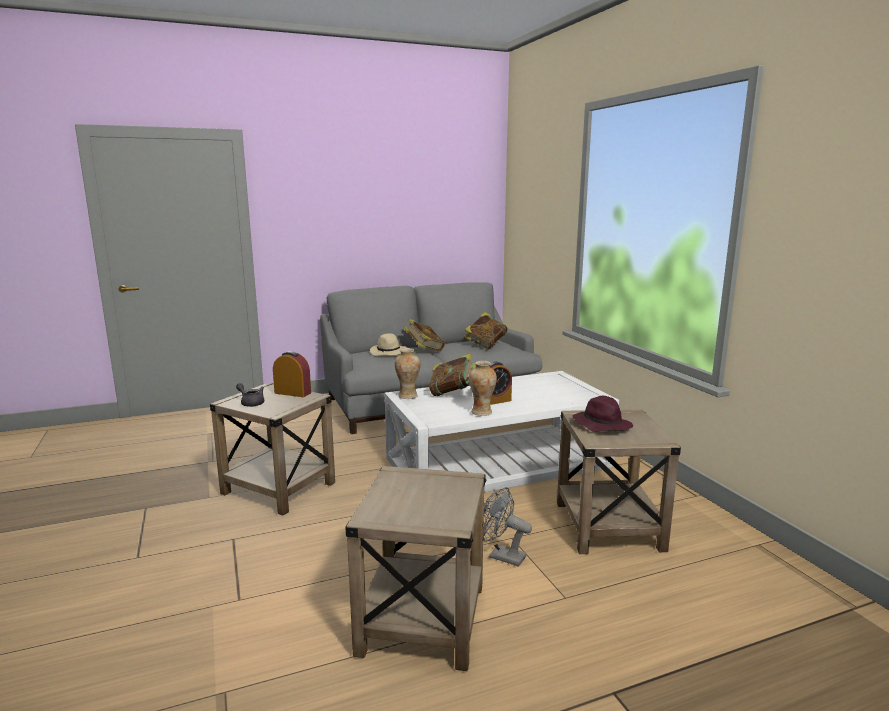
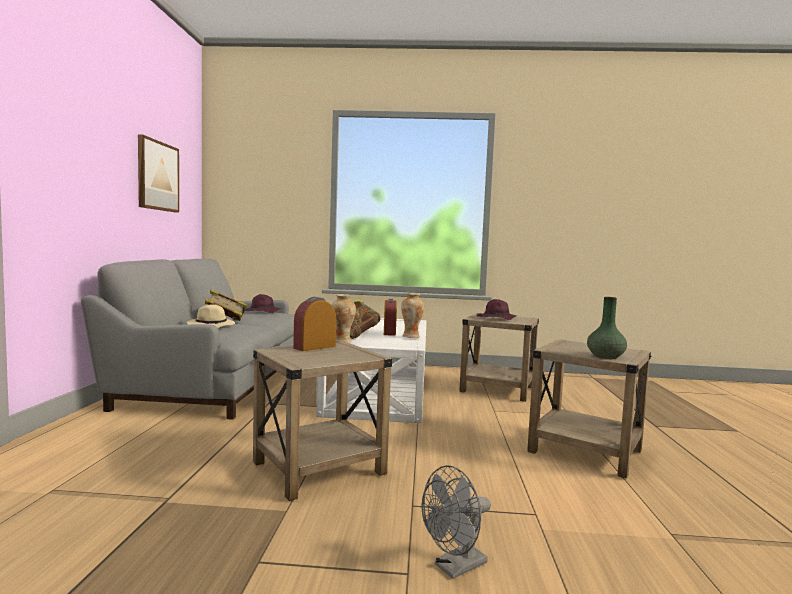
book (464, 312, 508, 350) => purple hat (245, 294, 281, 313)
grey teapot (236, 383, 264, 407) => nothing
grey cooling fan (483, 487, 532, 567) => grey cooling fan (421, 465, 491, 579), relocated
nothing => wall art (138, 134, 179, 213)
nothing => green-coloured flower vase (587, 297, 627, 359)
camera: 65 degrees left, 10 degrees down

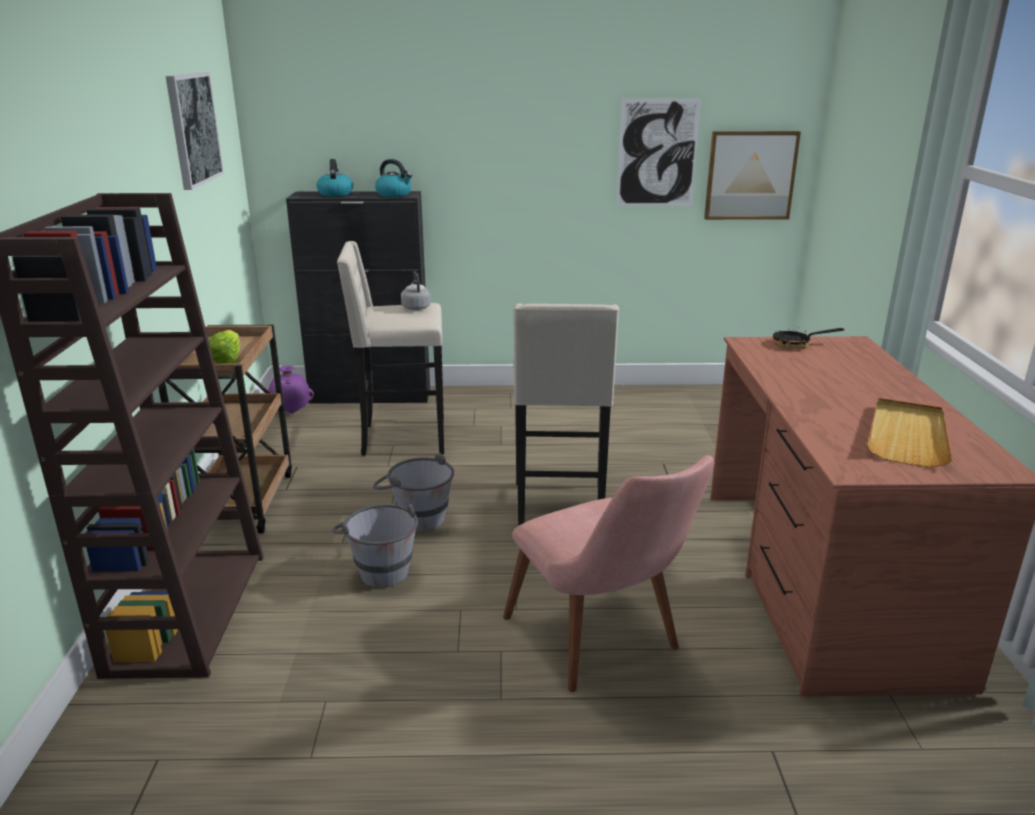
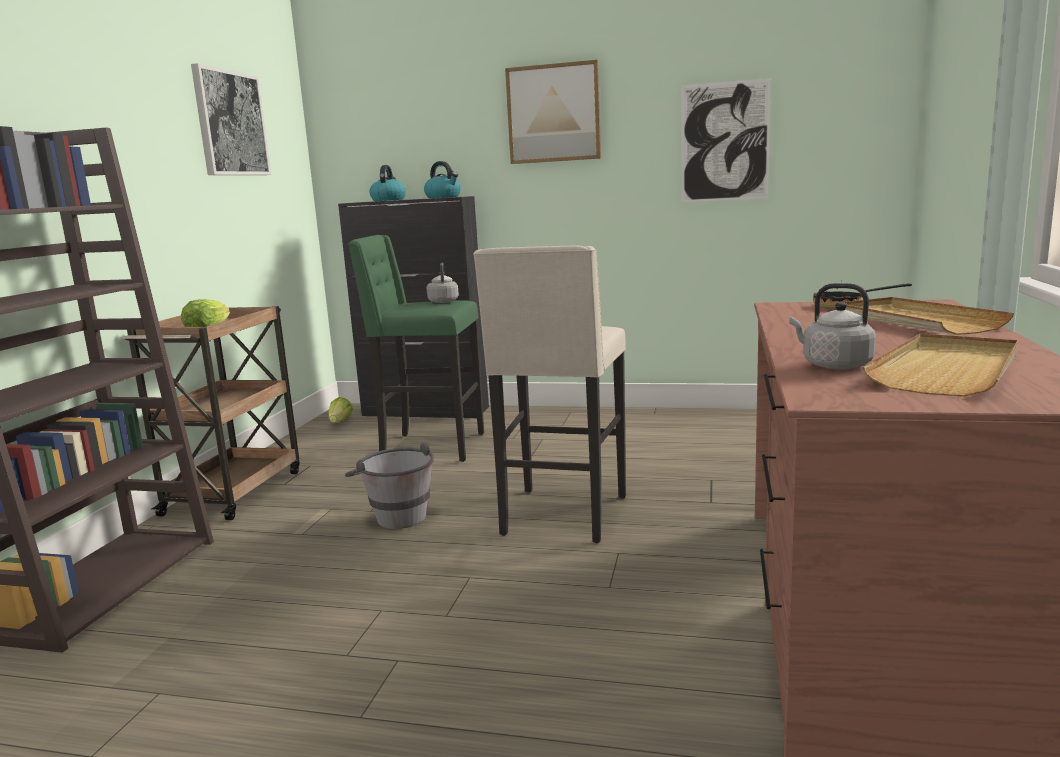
wall art (704, 131, 801, 220) => wall art (505, 60, 601, 164), relocated
beige-coloured sitting stool (337, 241, 444, 456) => green-coloured sitting stool (348, 235, 484, 462)
purple flower vase (268, 365, 314, 414) => head of lettuce (328, 397, 353, 423)
pink-coloured chair (503, 455, 714, 692) => nothing
grey bucket (332, 504, 418, 588) => nothing
nothing => grey water kettle (789, 283, 876, 370)
nothing => beige-coloured carrying tray (843, 297, 1014, 335)
camera: 15 degrees right, 10 degrees down

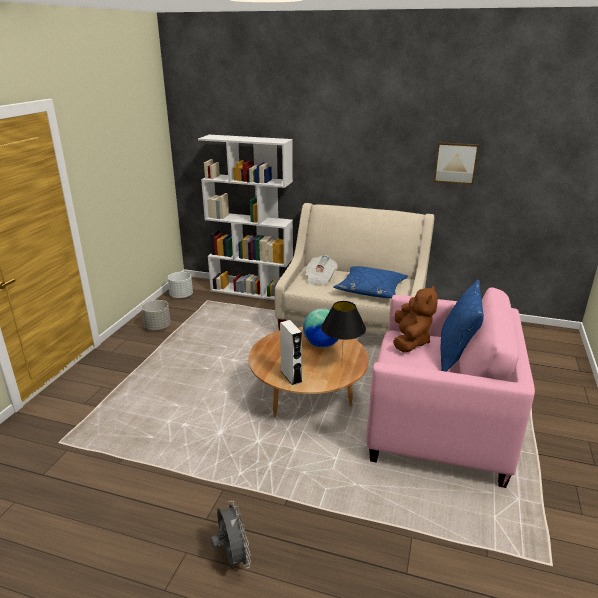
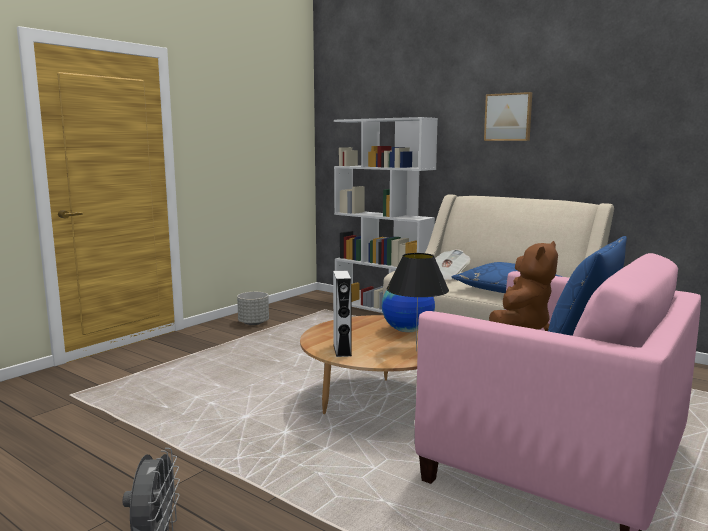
wall art (434, 142, 479, 185) => wall art (484, 92, 532, 141), relocated
whitish flower pot (168, 272, 193, 298) => nothing
camera: 20 degrees right, 15 degrees down

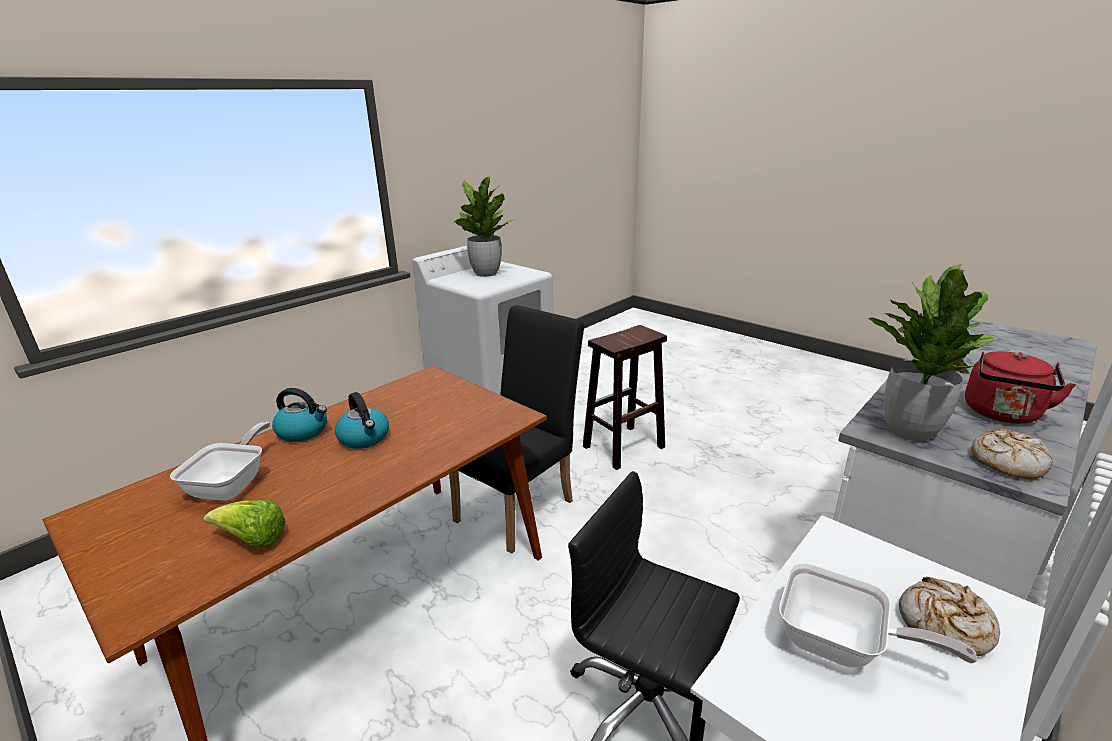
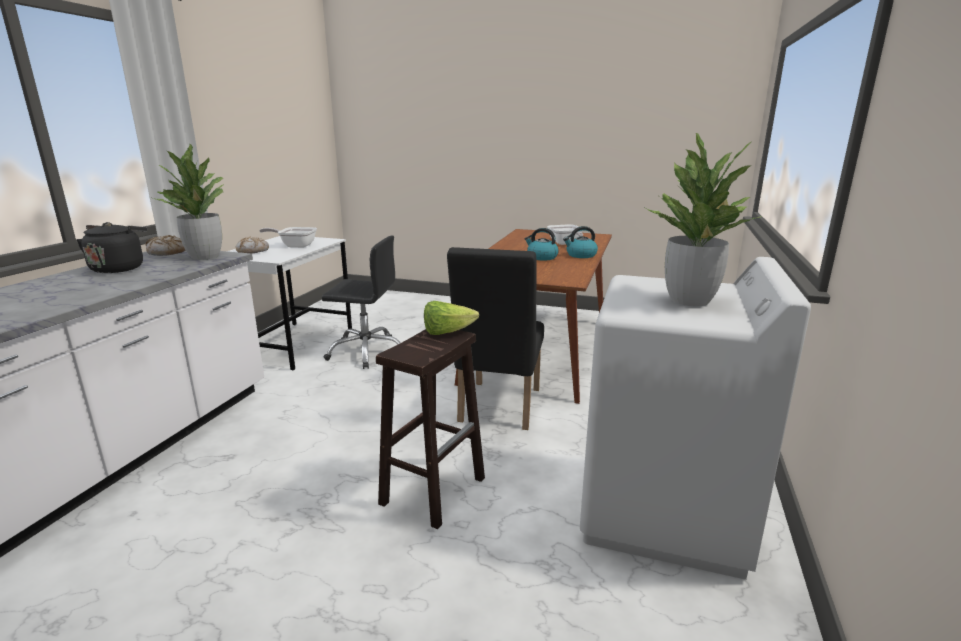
red water kettle (965, 351, 1076, 424) => black water kettle (76, 222, 147, 273)
head of lettuce (204, 500, 285, 548) => head of lettuce (424, 301, 479, 335), relocated
camera: 155 degrees right, 5 degrees down

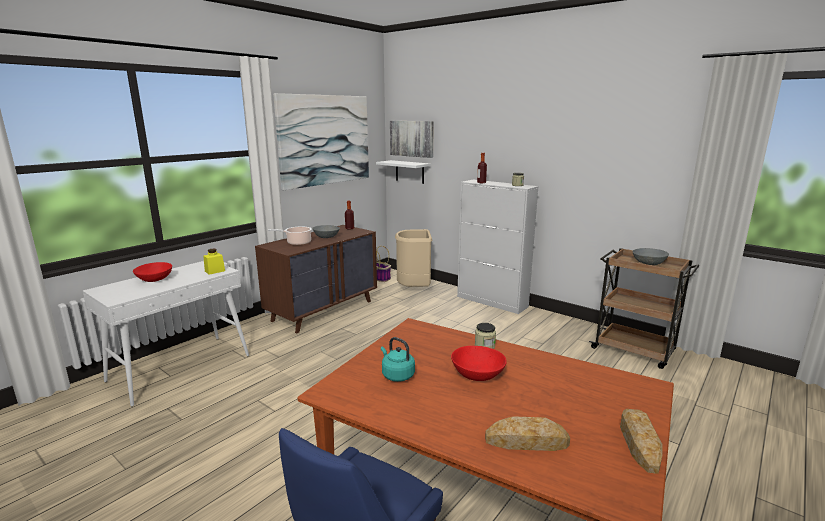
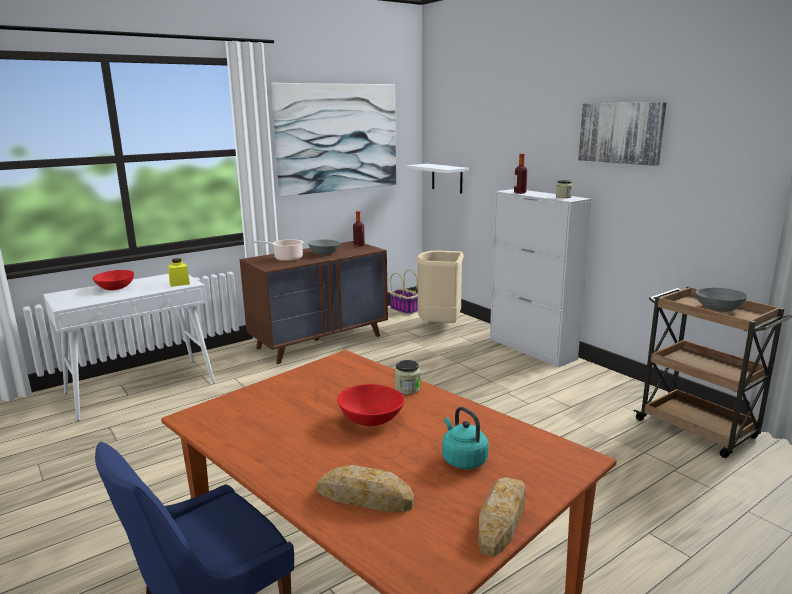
wall art (390, 121, 434, 158) => wall art (578, 102, 666, 166), relocated
blue-green water kettle (381, 337, 415, 382) => blue-green water kettle (442, 407, 489, 469), relocated
camera: 15 degrees right, 0 degrees up

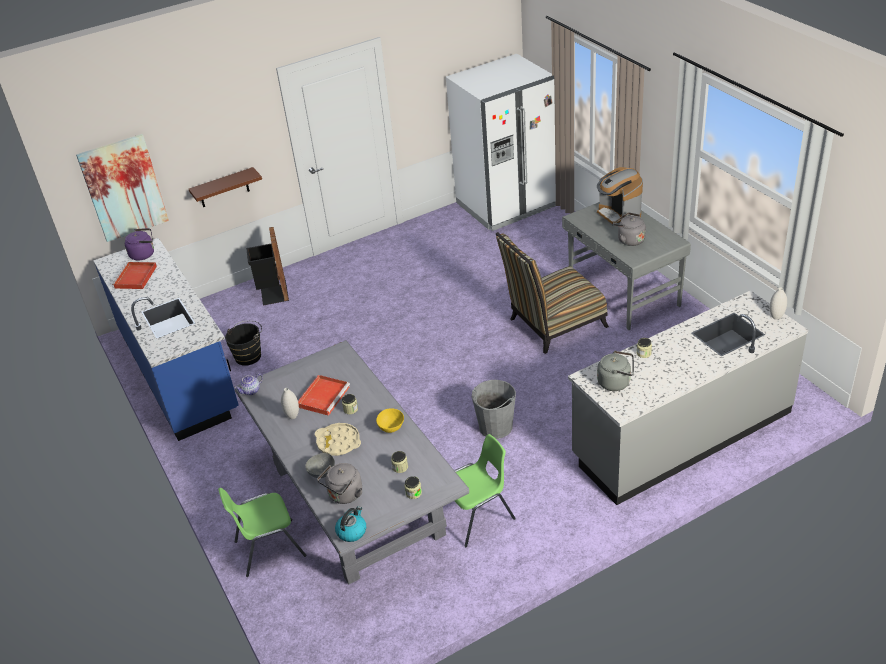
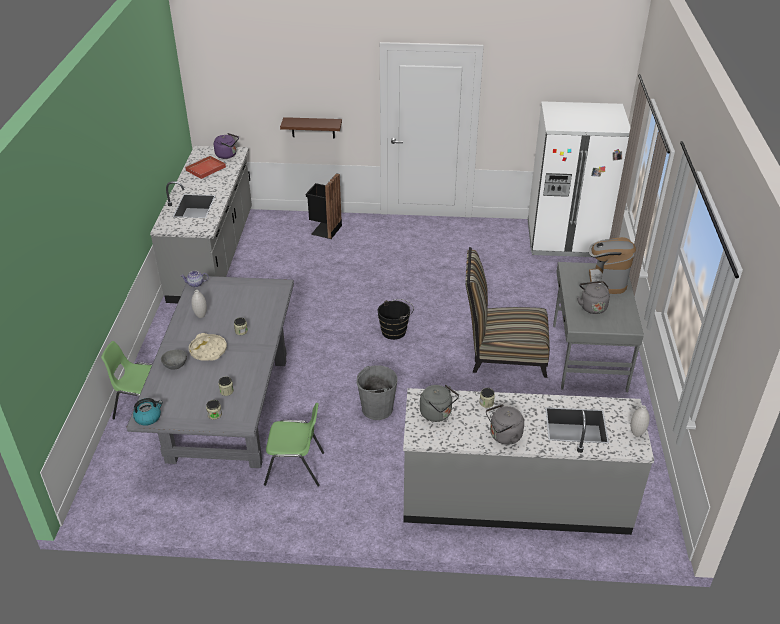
wall art (76, 134, 169, 242) => nothing
blue counter (93, 238, 239, 441) => grey counter (150, 146, 252, 303)
black bucket (225, 321, 262, 366) => black bucket (378, 299, 414, 340), relocated
red carrying tray (298, 375, 350, 416) => nothing
yellow deep dish (376, 408, 404, 433) => nothing
grey water kettle (317, 463, 362, 504) => grey water kettle (486, 404, 524, 445), relocated
camera: 30 degrees right, 0 degrees up

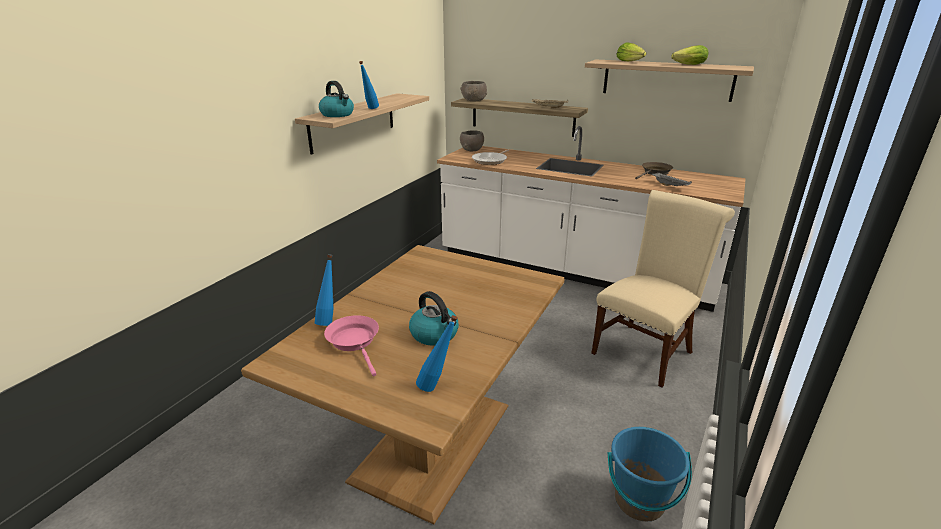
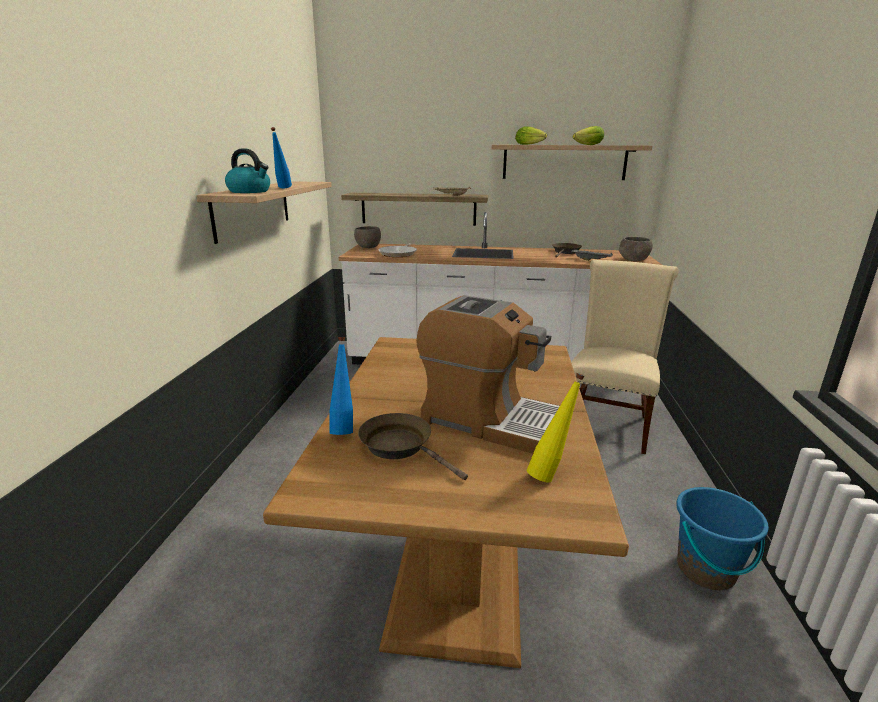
grey deep dish (460, 81, 487, 101) => grey deep dish (619, 237, 653, 261), relocated
water kettle (409, 291, 459, 346) => coffee brewer (416, 295, 560, 454)
pink-coloured pan (324, 315, 379, 376) => brown-coloured pan (358, 413, 468, 480)
blue bottle (416, 315, 458, 392) => yellow bottle (527, 373, 585, 482)
camera: 20 degrees left, 5 degrees down

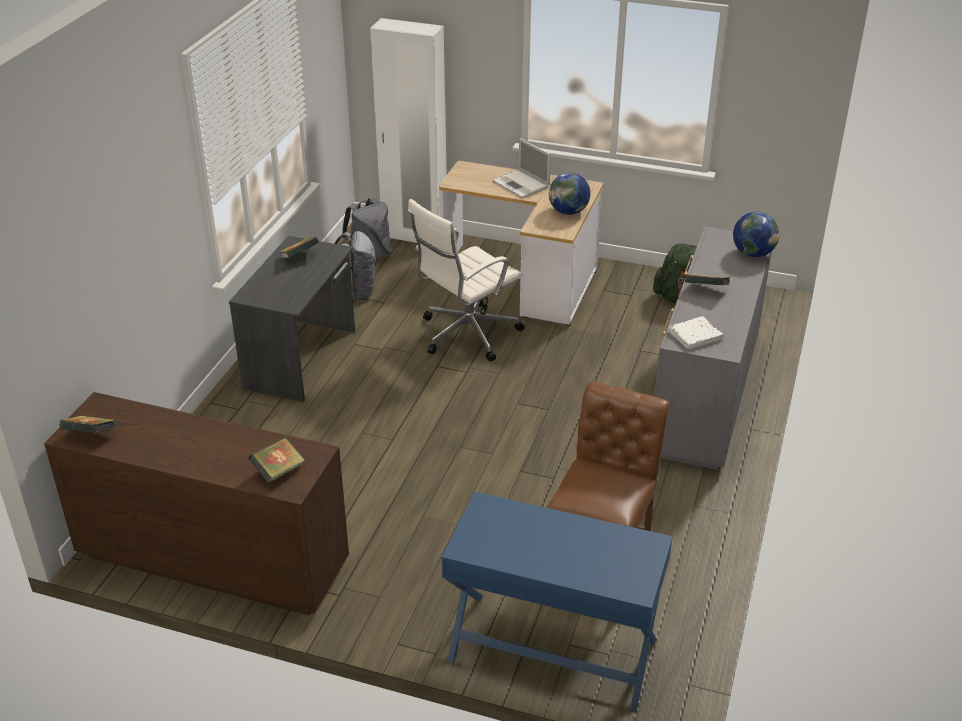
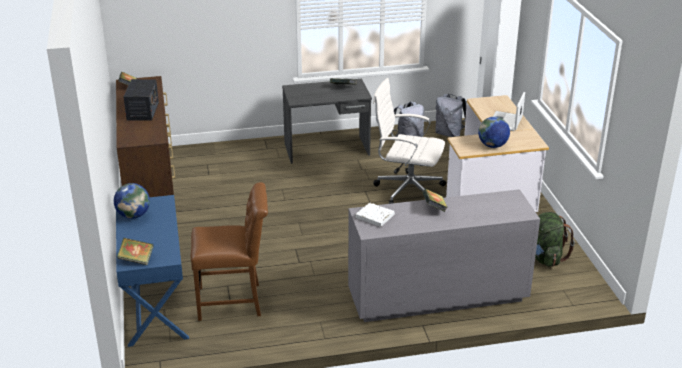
desk globe (733, 212, 780, 257) => desk globe (114, 183, 150, 219), relocated
book (248, 437, 305, 483) => book (117, 238, 154, 265), relocated
nothing => radio (124, 79, 159, 120)
camera: 60 degrees right, 5 degrees down

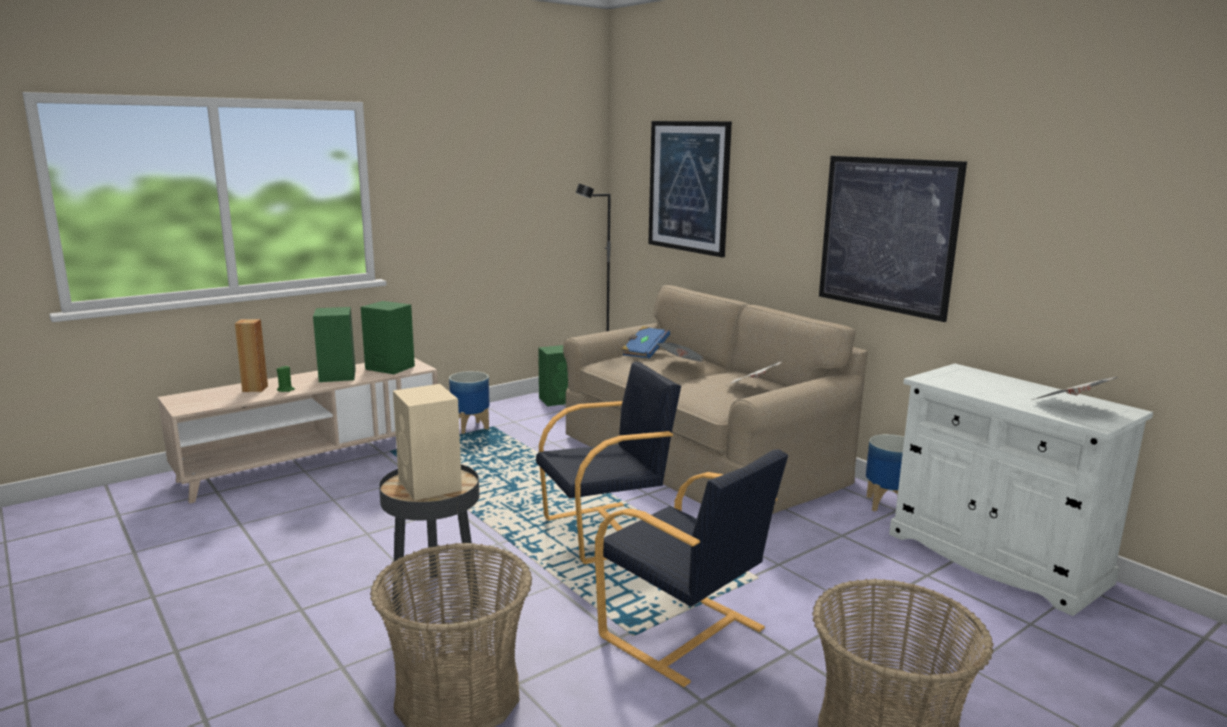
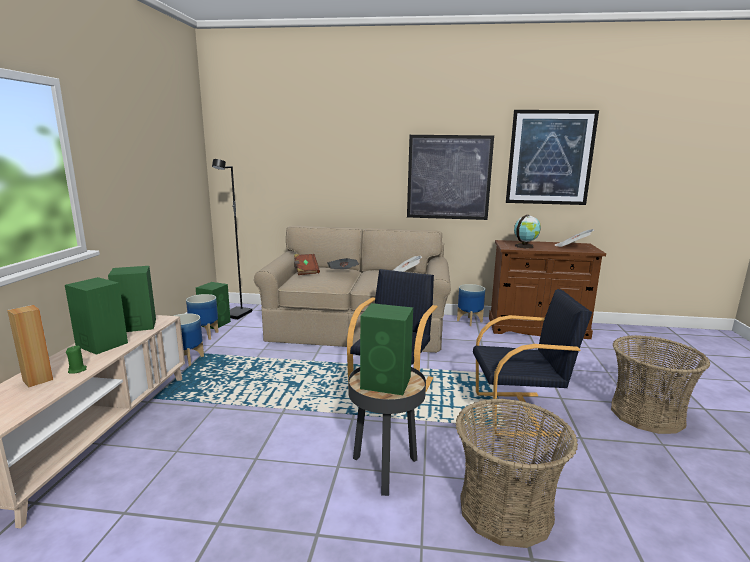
wall art (648, 121, 732, 257) => wall art (506, 110, 599, 205), relocated
blue book (621, 326, 670, 359) => brown-coloured book (294, 254, 320, 275)
whitish storage cabinet (889, 364, 1153, 616) => brown-coloured storage cabinet (489, 240, 606, 339)
beige-coloured audio speaker (393, 384, 462, 501) => green-coloured audio speaker (360, 303, 413, 395)
nothing => desk globe (514, 215, 541, 249)
nothing => flower pot (186, 294, 219, 340)
camera: 45 degrees left, 0 degrees up

